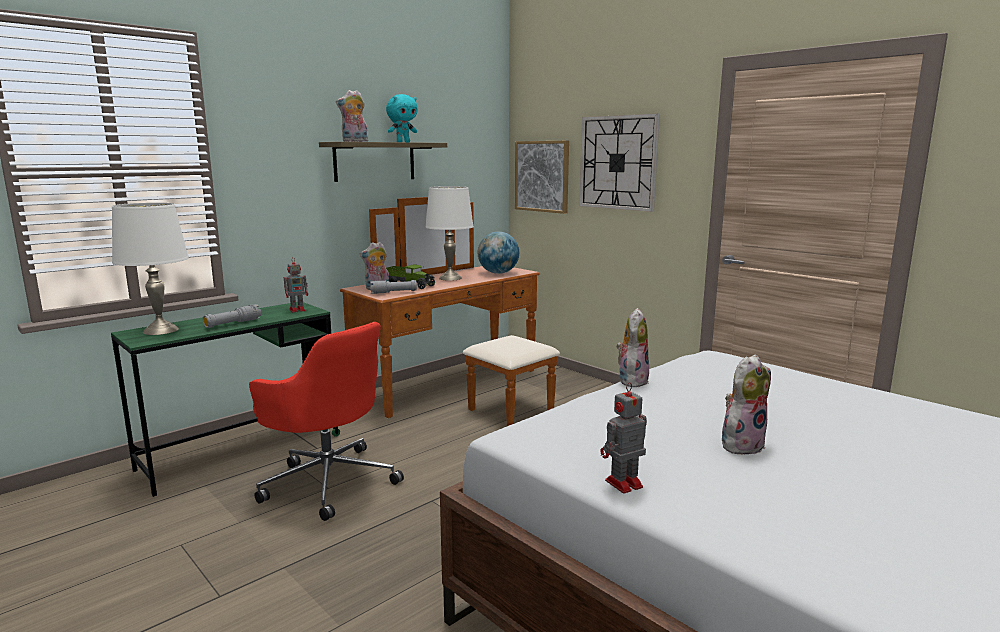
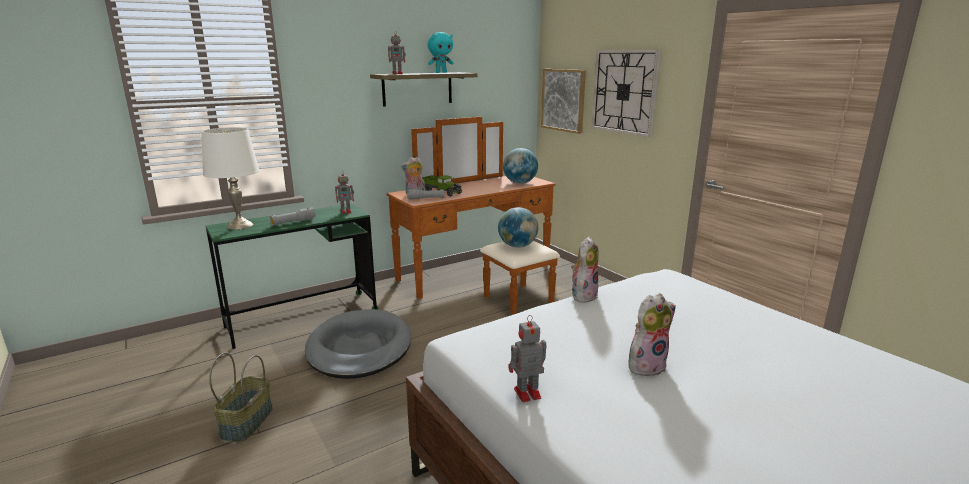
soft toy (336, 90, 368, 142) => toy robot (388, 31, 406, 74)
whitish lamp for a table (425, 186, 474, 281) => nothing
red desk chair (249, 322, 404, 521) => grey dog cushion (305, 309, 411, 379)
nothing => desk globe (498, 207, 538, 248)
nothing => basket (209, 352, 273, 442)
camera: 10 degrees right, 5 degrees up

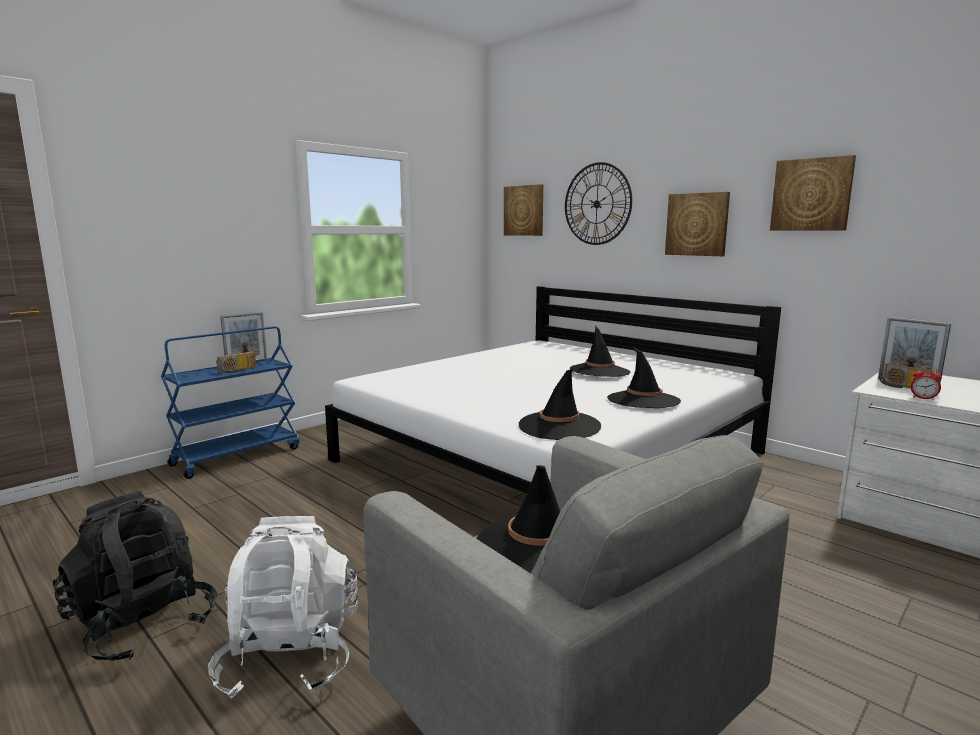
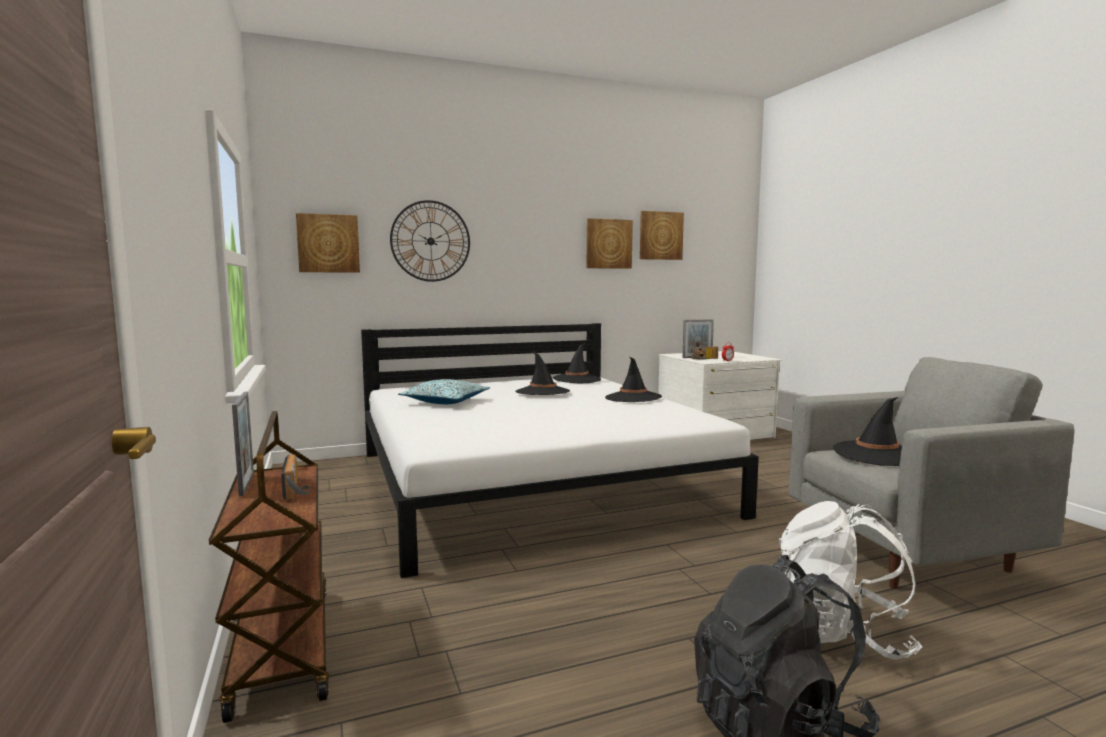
wall art (665, 192, 730, 256) => wall art (640, 211, 684, 260), relocated
blue trolley (161, 326, 300, 479) => brown-coloured trolley (209, 411, 329, 723)
black hat (519, 369, 601, 440) => black hat (553, 343, 601, 383), relocated
nothing => cushion (398, 379, 490, 404)
camera: 65 degrees left, 5 degrees down

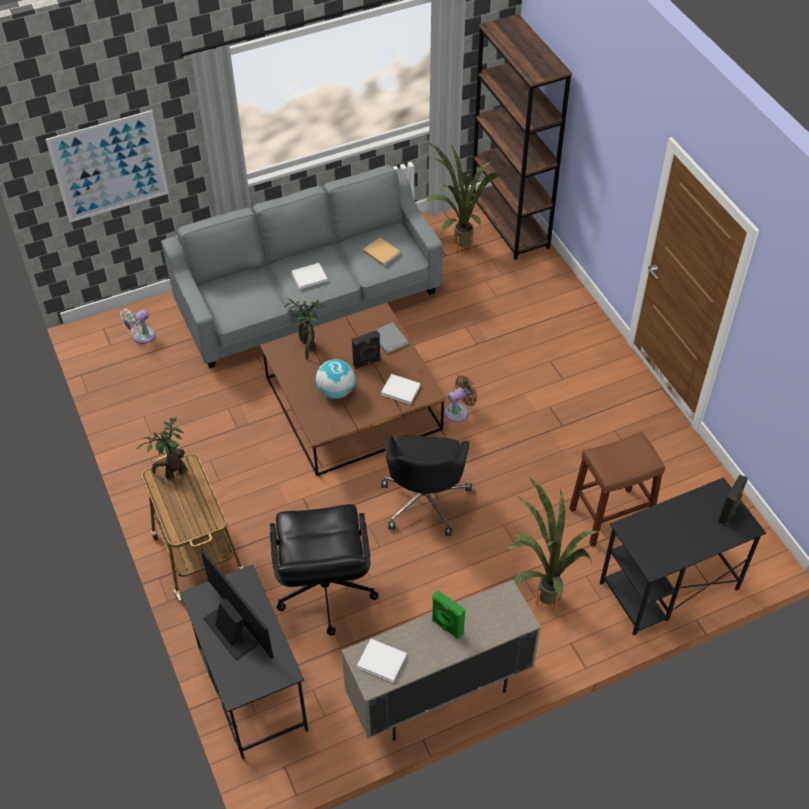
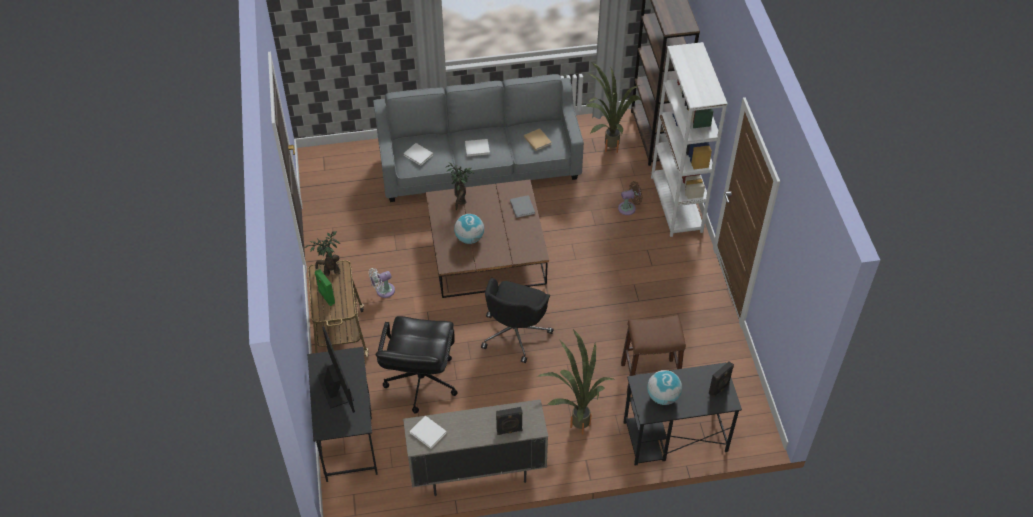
wall art (46, 110, 169, 222) => nothing
whitish cooling fan (120, 308, 155, 344) => whitish cooling fan (369, 268, 395, 298), relocated
black audio speaker (352, 330, 381, 369) => black audio speaker (496, 407, 523, 435), relocated
whitish book (381, 374, 421, 404) => whitish book (403, 143, 433, 166), relocated
brown-coloured cooling fan (445, 376, 477, 422) => brown-coloured cooling fan (618, 181, 642, 215), relocated
green-coloured audio speaker (432, 590, 465, 639) => green-coloured audio speaker (315, 269, 335, 306), relocated
nothing => whitish bookshelf (651, 42, 728, 237)
nothing => desk globe (647, 370, 682, 405)
camera: 15 degrees right, 0 degrees up

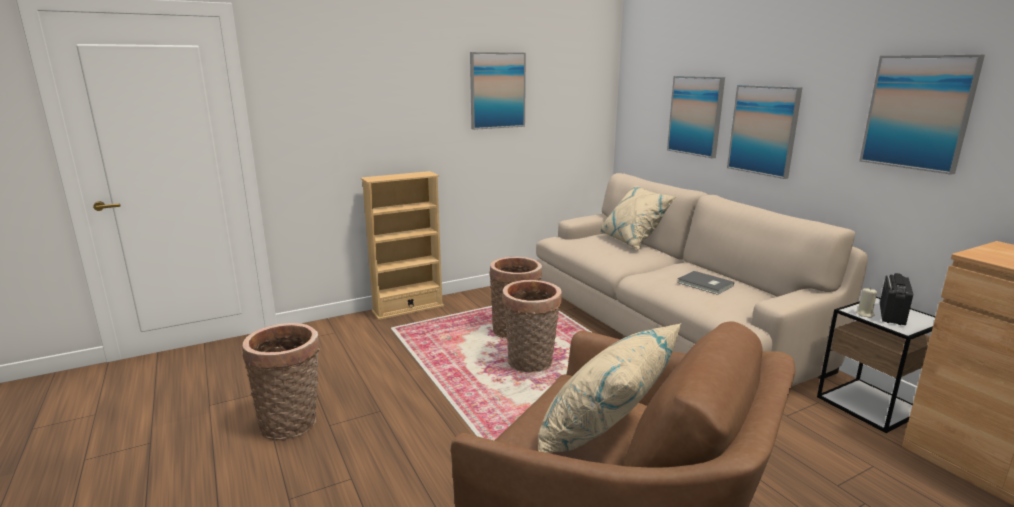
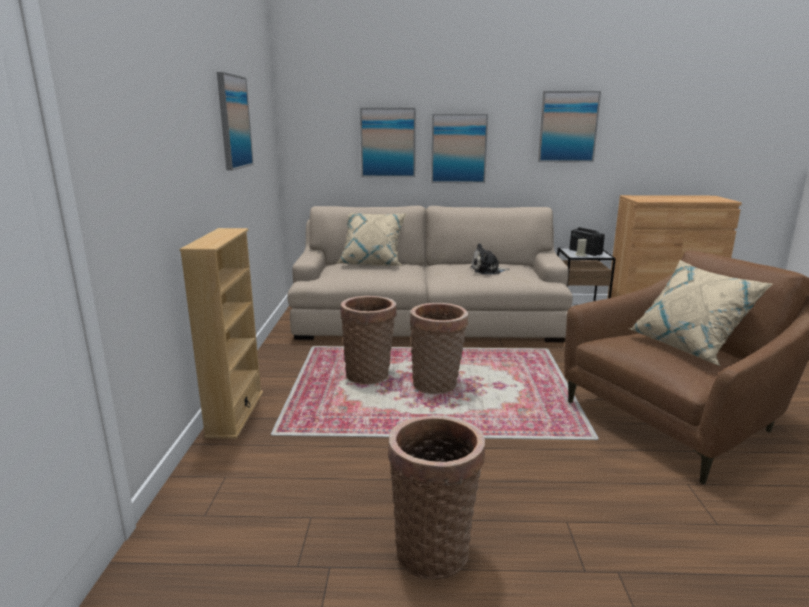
grey book (677, 271, 734, 295) => soft toy (470, 243, 510, 274)
camera: 60 degrees left, 0 degrees up

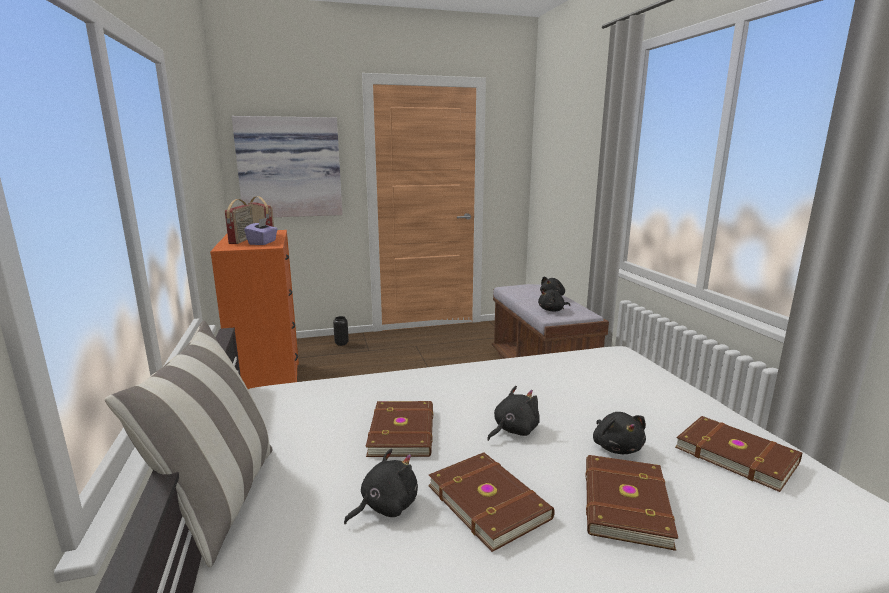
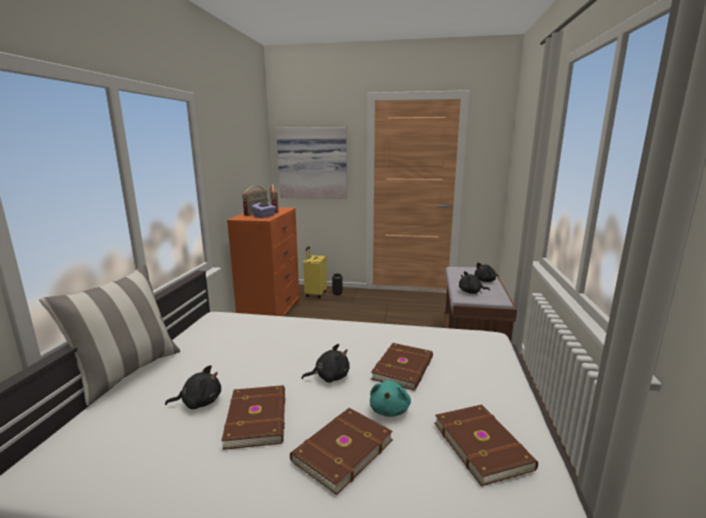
brown-coloured book (365, 401, 433, 457) => brown-coloured book (371, 343, 433, 391), relocated
black soft toy (593, 412, 646, 454) => blue-green soft toy (370, 381, 411, 417)
nothing => yellow suitcase (303, 246, 327, 298)
camera: 25 degrees right, 0 degrees up

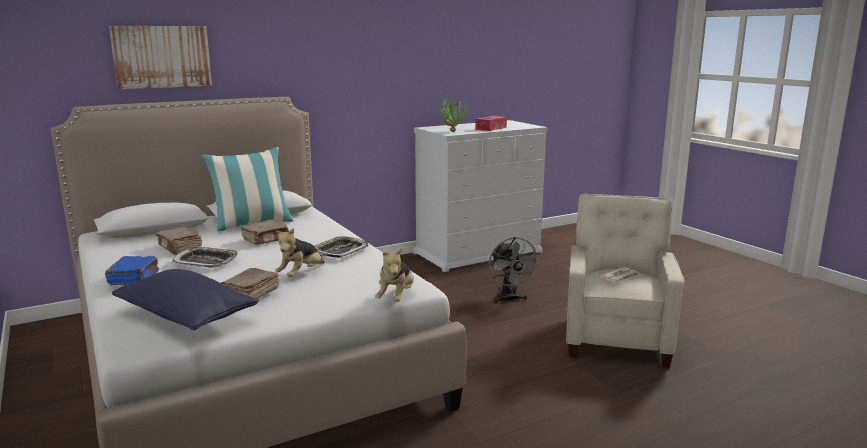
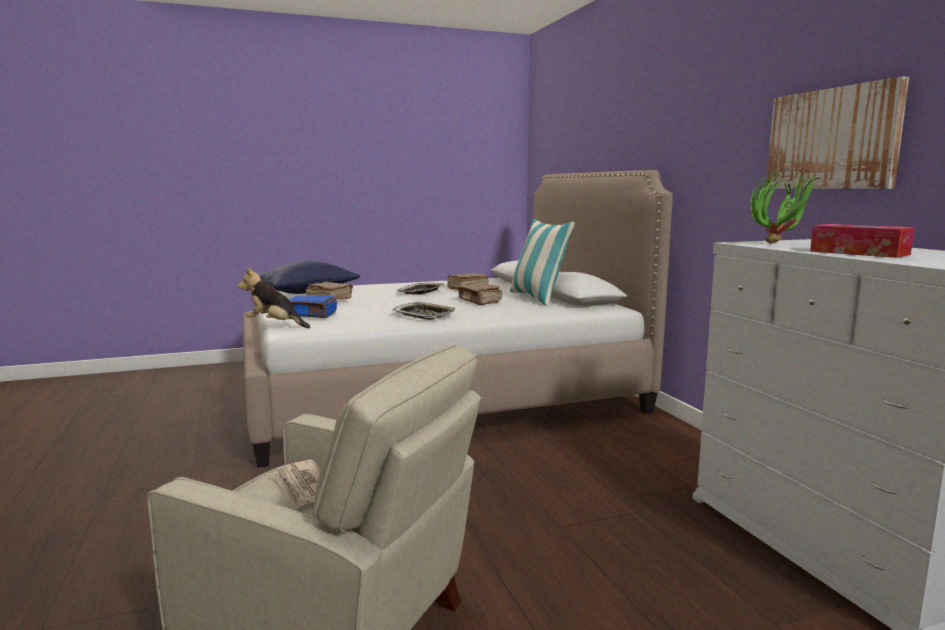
wall art (109, 26, 212, 89) => wall art (766, 76, 909, 189), relocated
soft toy (275, 228, 325, 277) => nothing
grey cooling fan (489, 237, 541, 304) => nothing
blue book (105, 256, 159, 286) => blue book (288, 295, 337, 318), relocated
camera: 100 degrees right, 5 degrees down

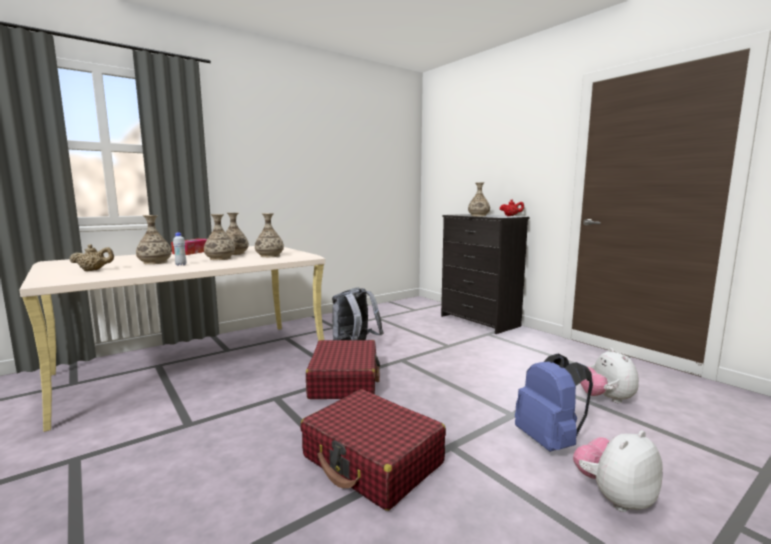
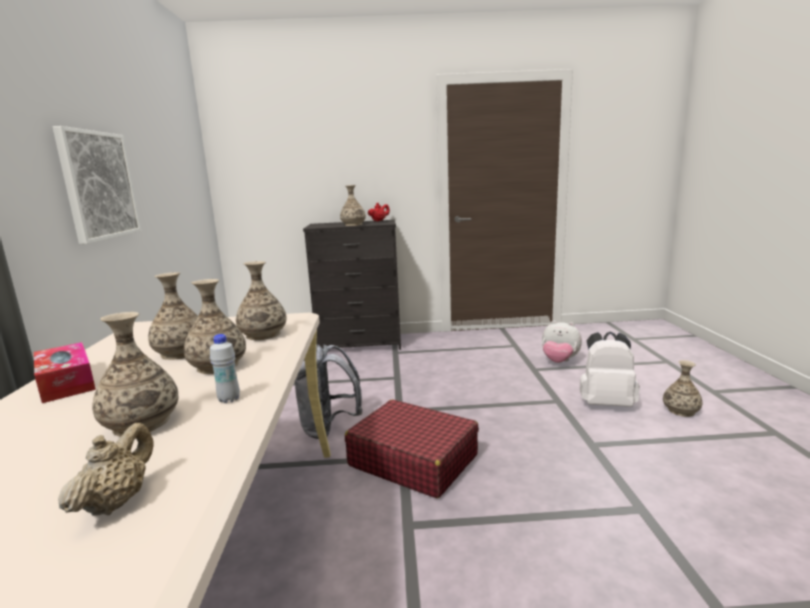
blue backpack (515, 354, 593, 452) => whitish backpack (580, 331, 640, 407)
red suitcase (301, 389, 446, 511) => nothing
soft toy (573, 430, 663, 512) => flower vase (663, 360, 702, 417)
nothing => wall art (53, 126, 141, 244)
camera: 55 degrees left, 5 degrees up

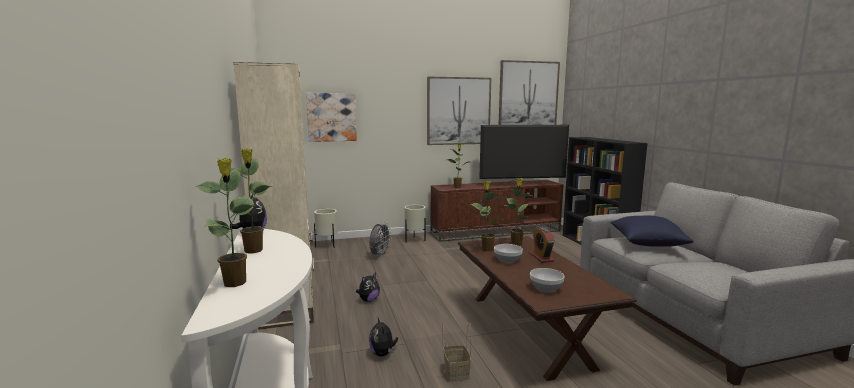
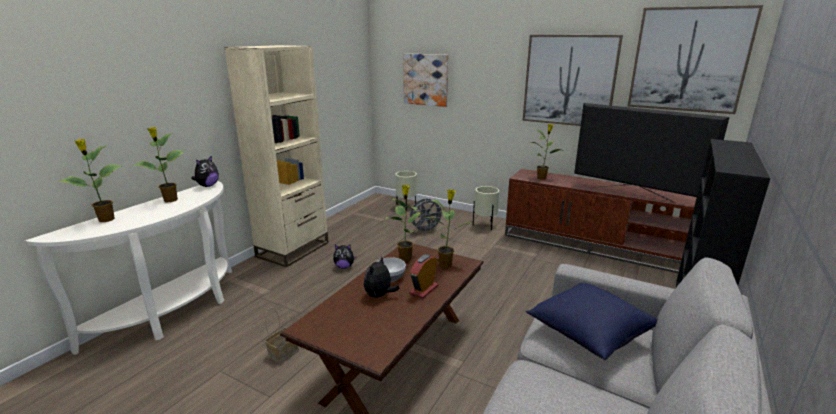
deep dish (530, 268, 565, 293) => nothing
soft toy (369, 316, 398, 356) => soft toy (364, 256, 400, 298), relocated
camera: 45 degrees right, 10 degrees up

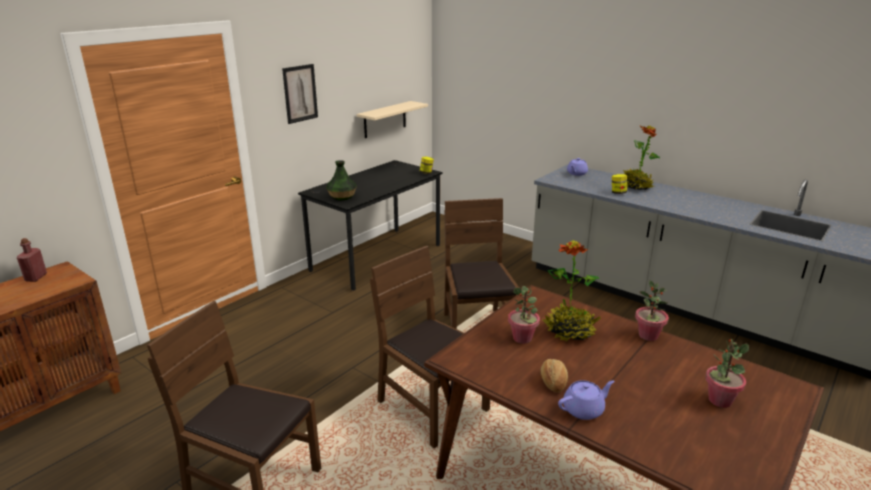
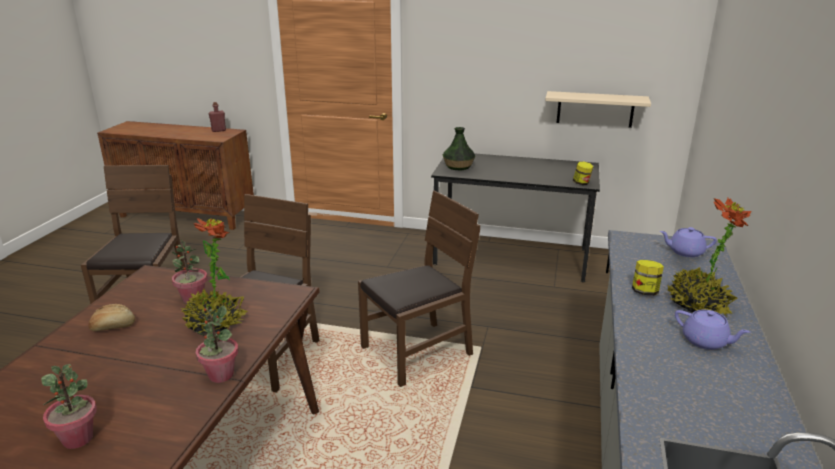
wall art (282, 64, 318, 124) => nothing
purple teapot (558, 380, 615, 420) => purple teapot (675, 310, 750, 350), relocated
camera: 65 degrees right, 0 degrees up

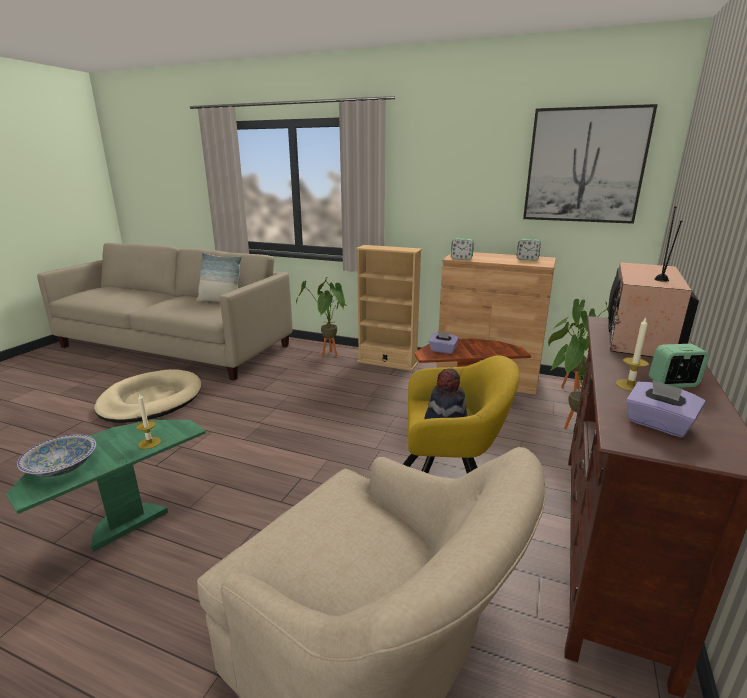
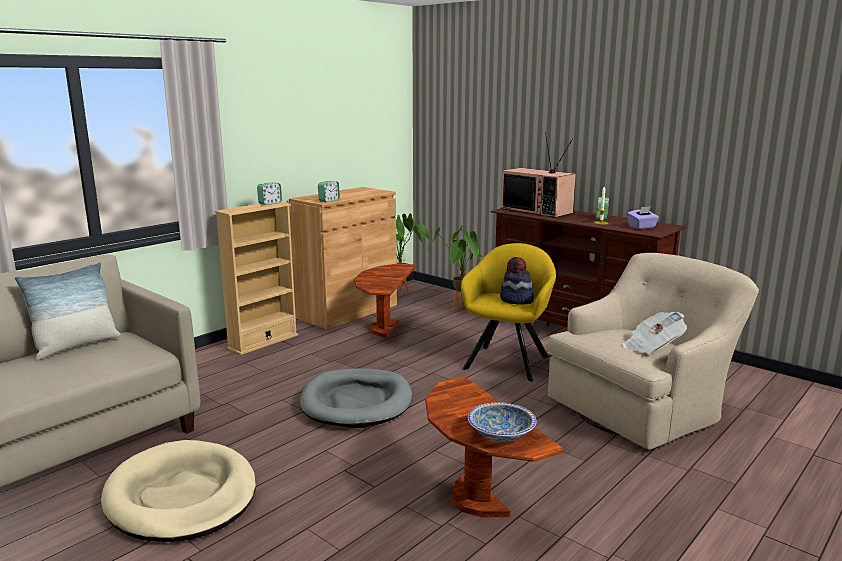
wall art (523, 104, 658, 224) => nothing
alarm clock (517, 239, 541, 261) => alarm clock (257, 182, 282, 205), relocated
houseplant (296, 276, 348, 356) => nothing
purple tissue holder (429, 331, 459, 354) => nothing
wax candle (136, 393, 161, 449) => nothing
green-coloured end table (6, 420, 206, 552) => brown-coloured end table (425, 376, 564, 517)
nothing => newspaper (622, 312, 687, 354)
nothing => grey dog cushion (300, 369, 412, 428)
camera: 70 degrees left, 5 degrees down

